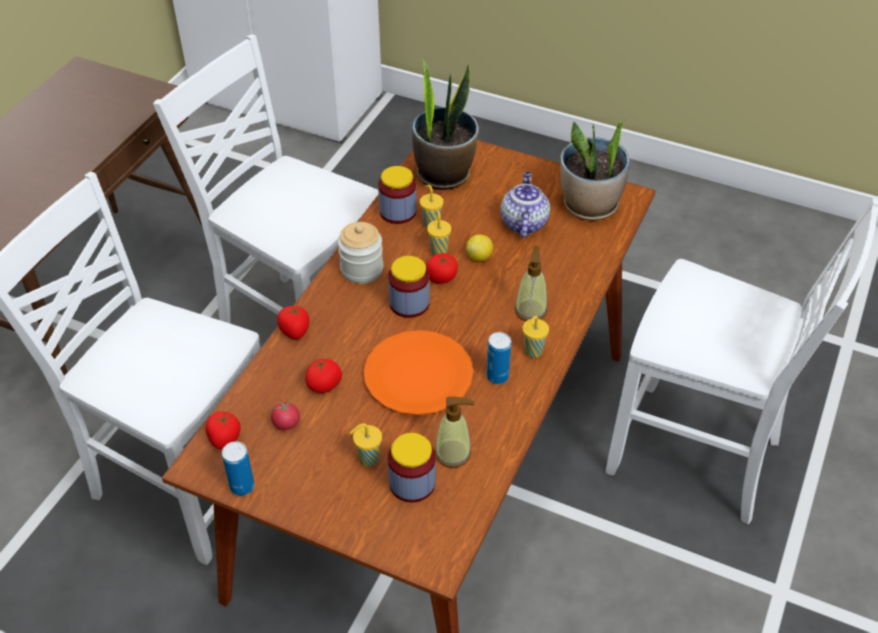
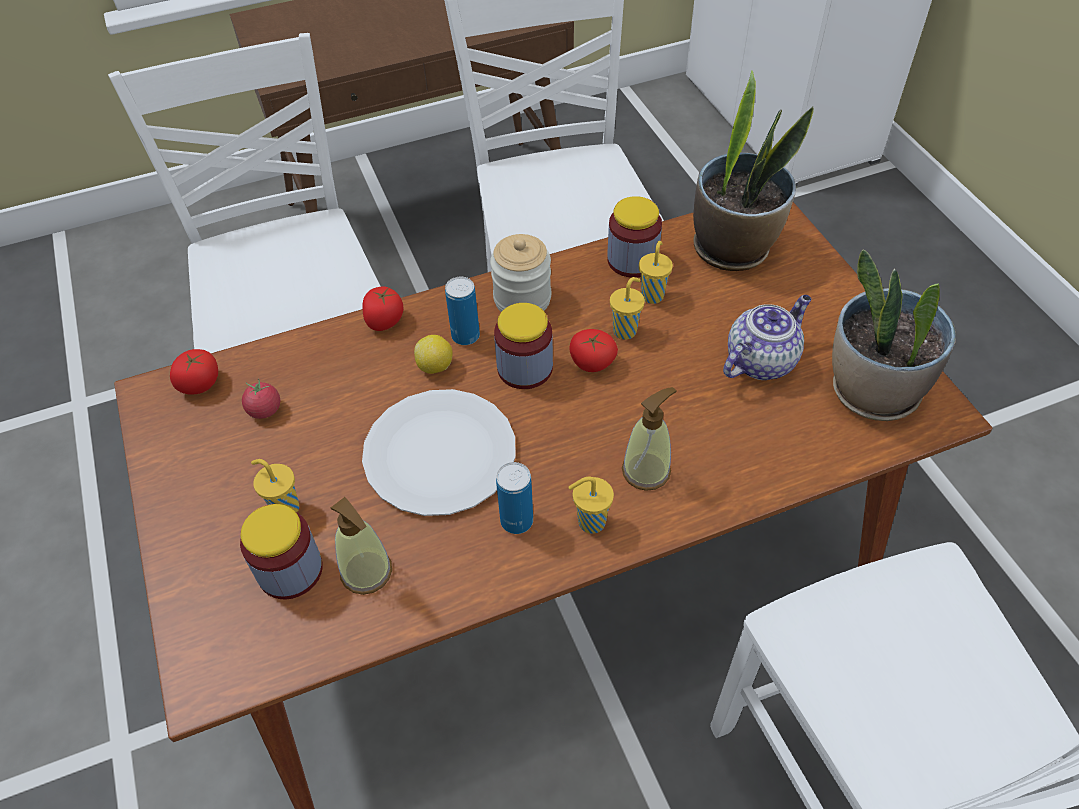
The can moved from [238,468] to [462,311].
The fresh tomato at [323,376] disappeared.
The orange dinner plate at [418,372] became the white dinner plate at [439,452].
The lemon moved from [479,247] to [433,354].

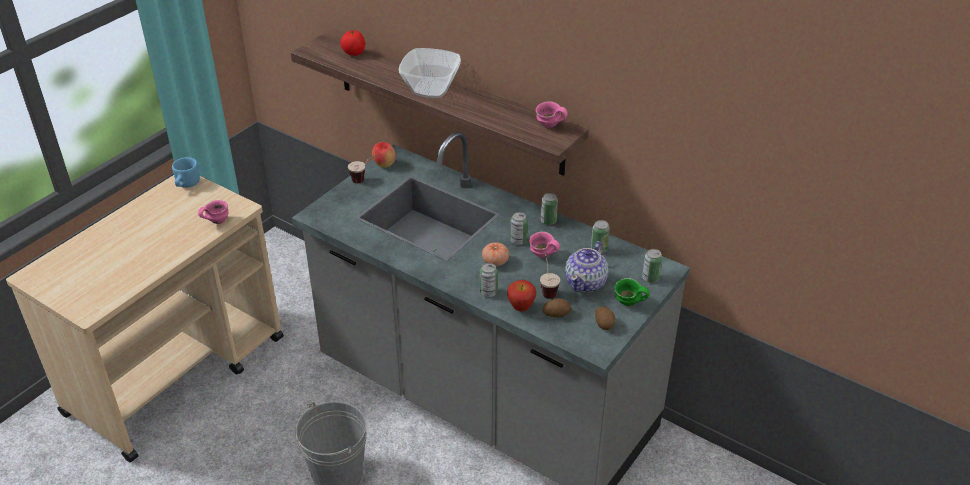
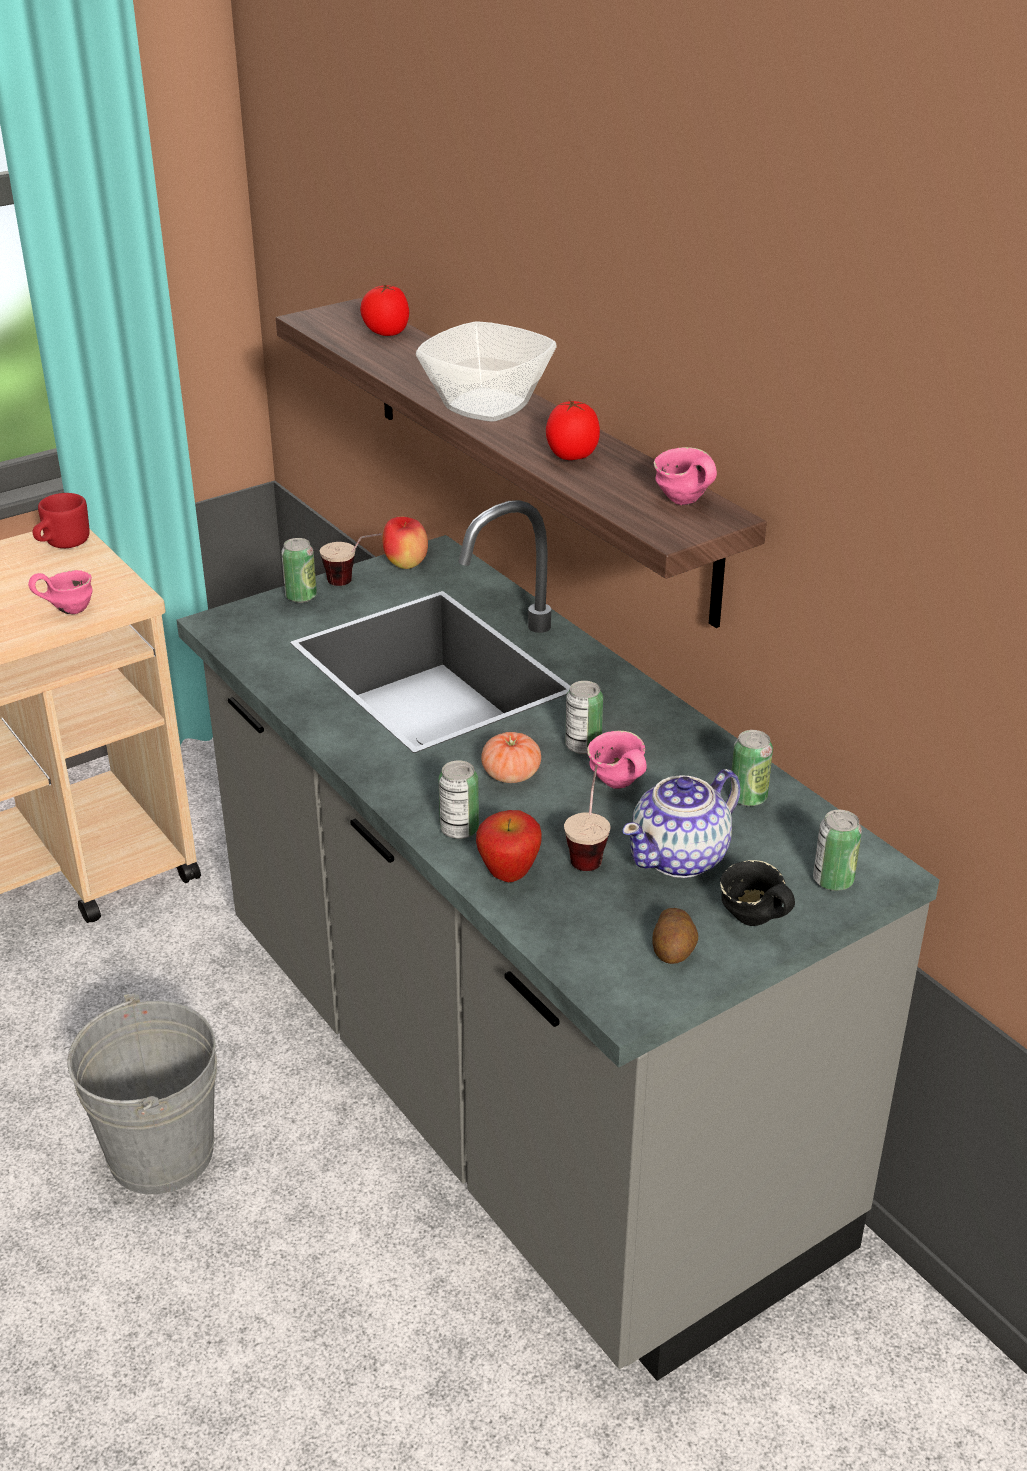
The blue-coloured coffee mug at [186,172] became the red-coloured coffee mug at [61,520].
The can moved from [549,209] to [299,570].
The whole potato at [557,308] disappeared.
The greenish coffee mug at [632,292] became the black coffee mug at [757,893].
The fresh tomato at [573,430] appeared.

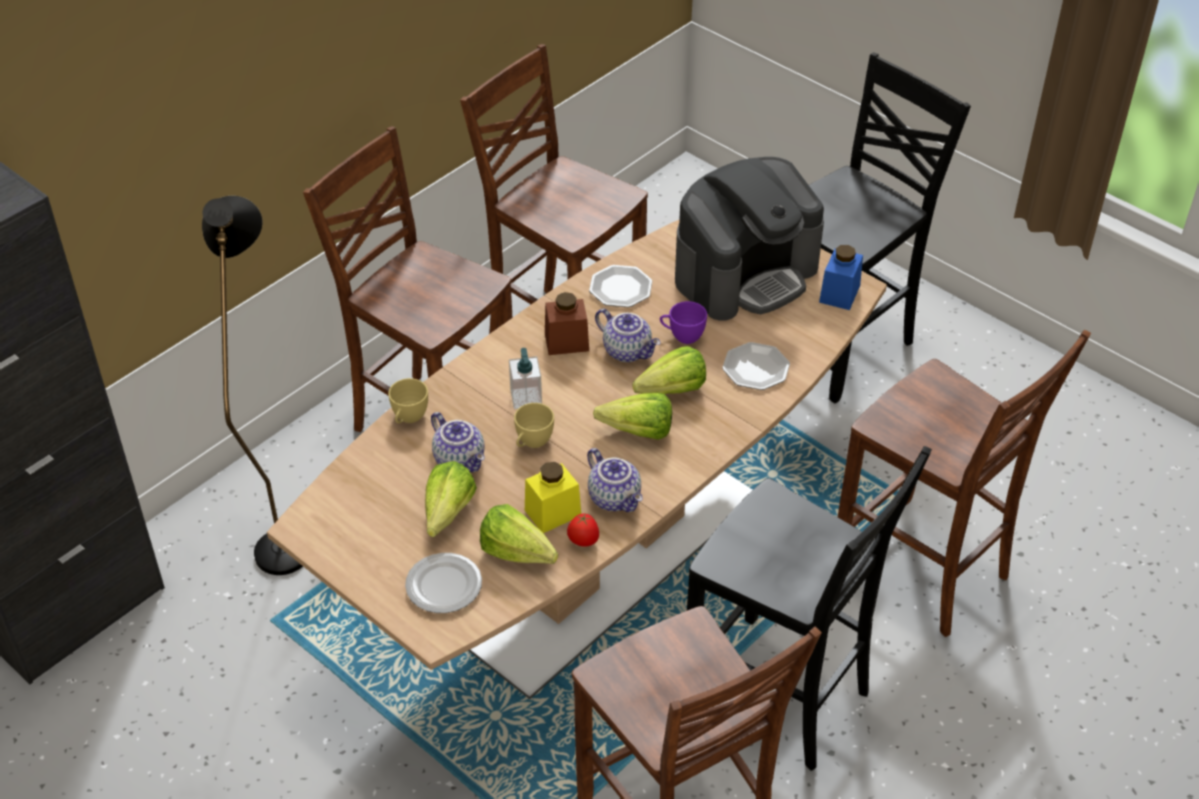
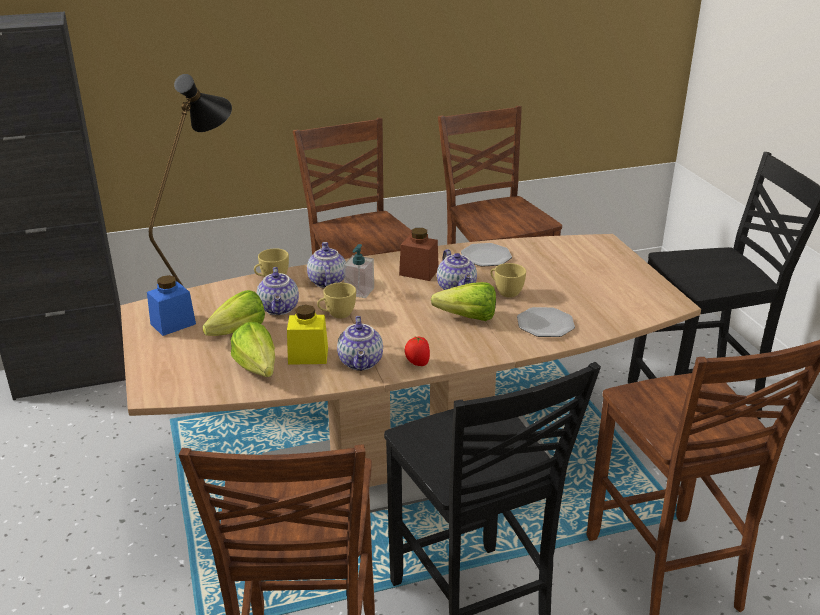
The dinner plate at [443,583] disappeared.
The fresh tomato moved from [583,530] to [417,351].
The head of lettuce at [632,416] disappeared.
The purple-coloured small cup at [683,322] became the yellowish small cup at [508,280].
The coffee brewer at [749,239] disappeared.
The blue-coloured jar moved from [841,277] to [171,305].
The teapot at [326,265] appeared.

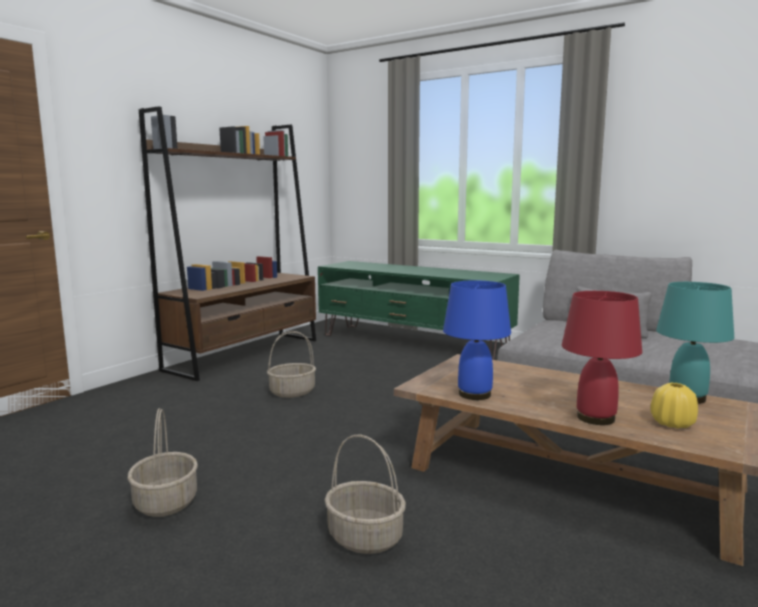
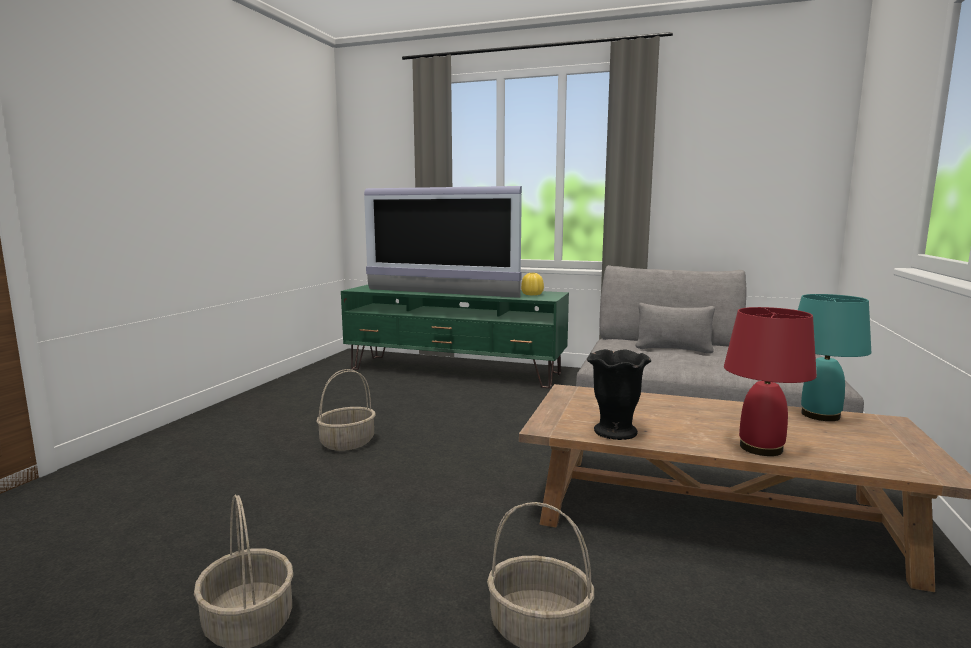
The brown-coloured bookcase at [227,243] disappeared.
The blue-coloured table lamp at [477,340] was replaced by the black vase at [619,394].
The yellowish vase moved from [674,406] to [532,284].
The TV at [443,242] appeared.

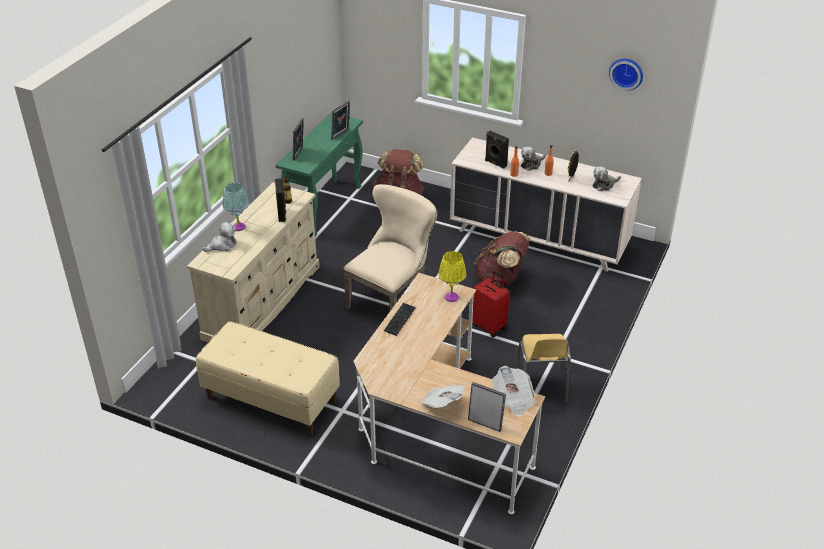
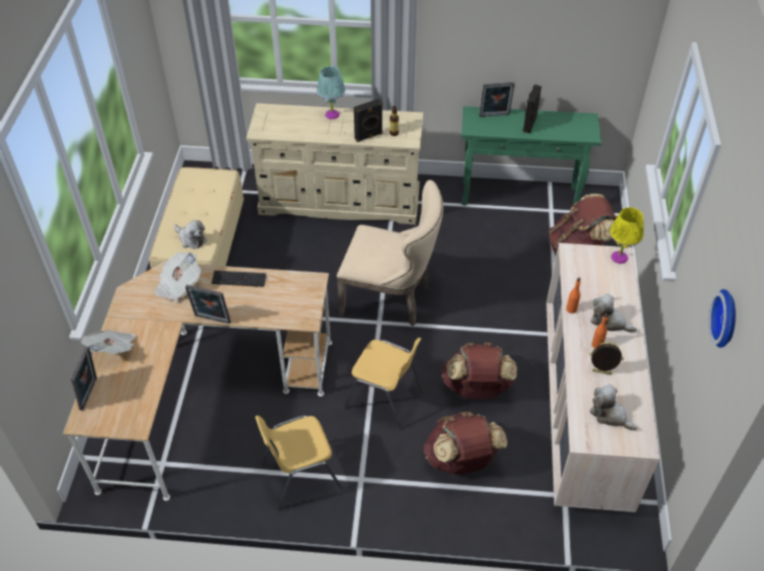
The plush toy moved from [219,237] to [190,234].
The picture frame moved from [340,120] to [208,304].
The yellowish table lamp moved from [452,276] to [627,235].
The red-coloured suitcase at [491,304] was replaced by the yellowish upright chair at [383,384].
The black speaker moved from [497,150] to [532,108].
The printed paper moved from [514,391] to [177,277].
The brown-coloured knapsack at [465,443] appeared.

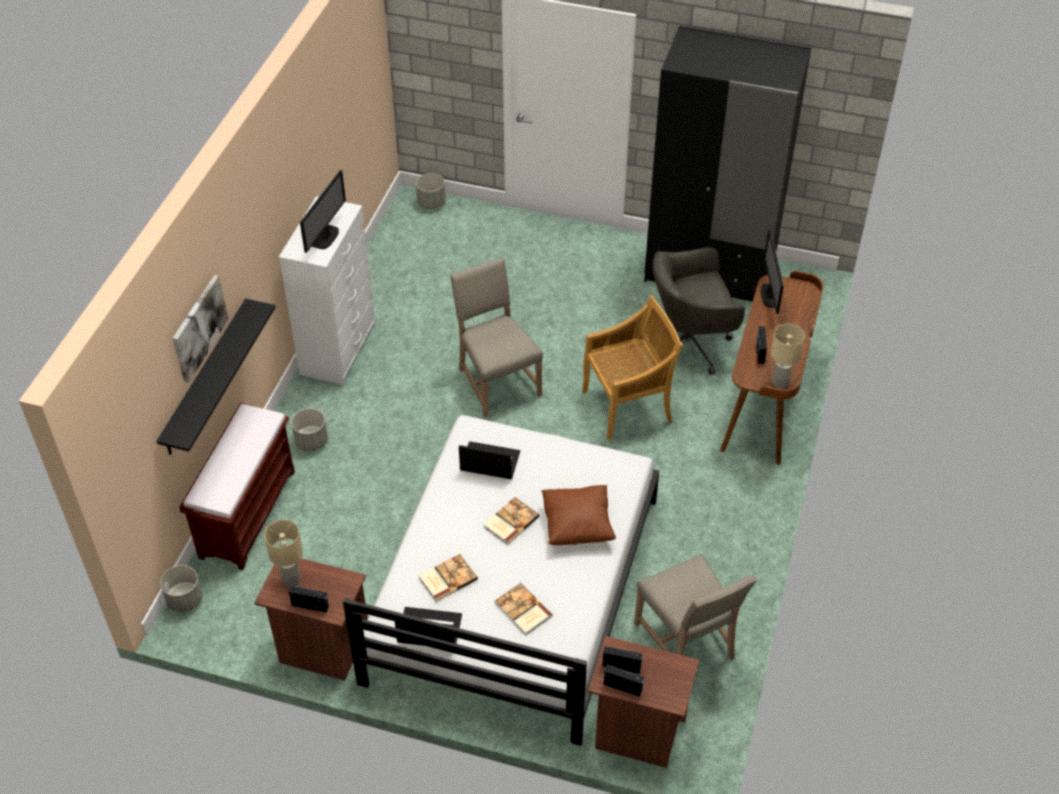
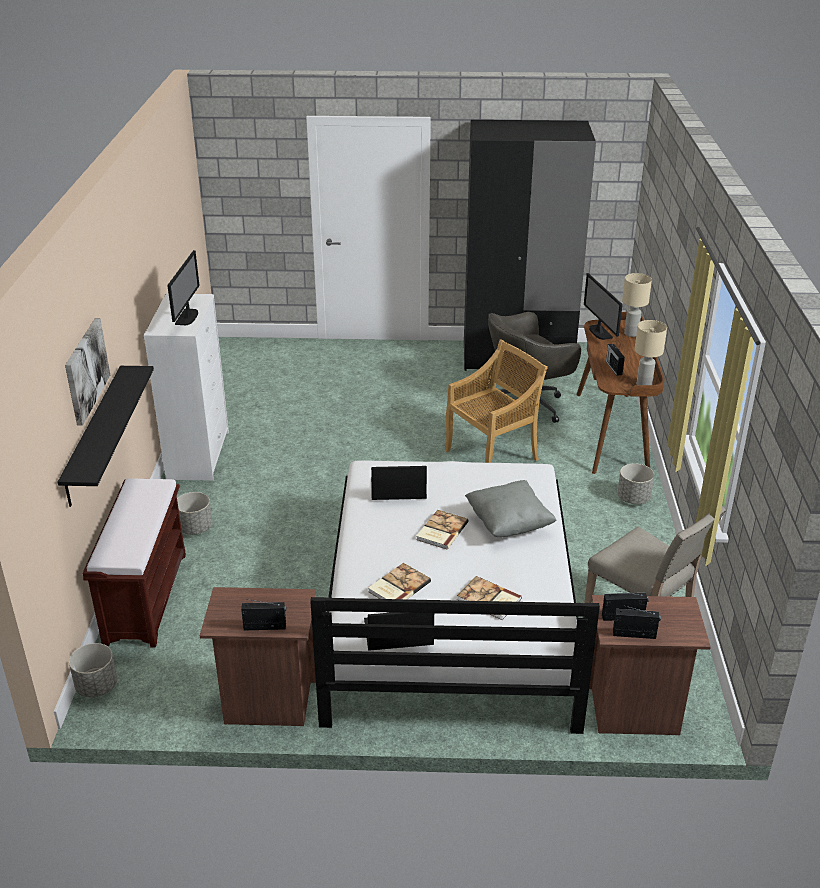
The beige-coloured table lamp moved from [283,553] to [637,305].
The grey flower pot moved from [431,191] to [635,483].
The beige-coloured upright chair at [496,337] disappeared.
The brown-coloured pillow at [578,515] became the grey pillow at [511,508].

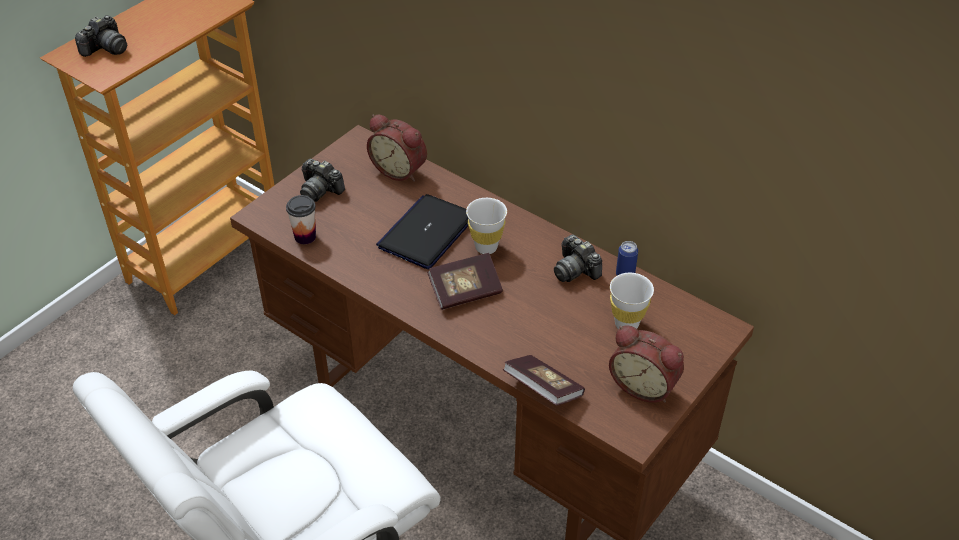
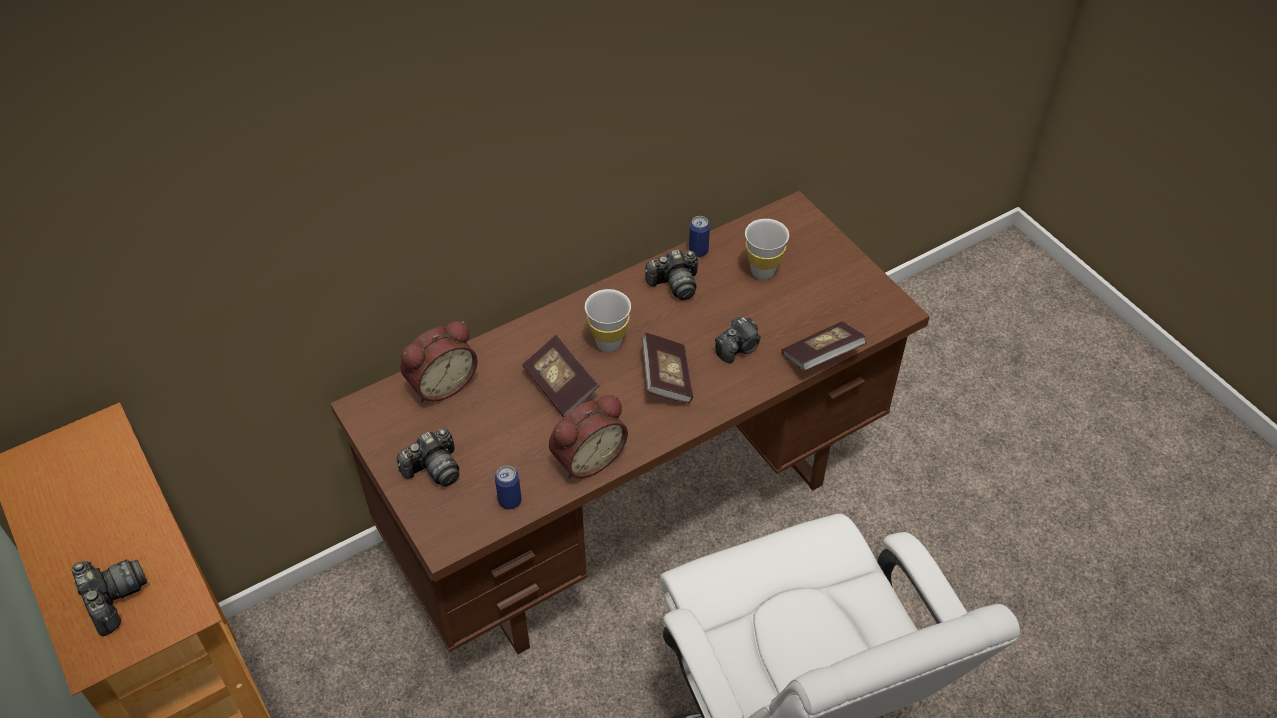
The small cup at [301,219] was replaced by the can at [508,487].
The laptop at [422,231] was replaced by the bound book at [560,376].
The bedside clock moved from [646,364] to [588,437].
The photo camera at [738,340] appeared.

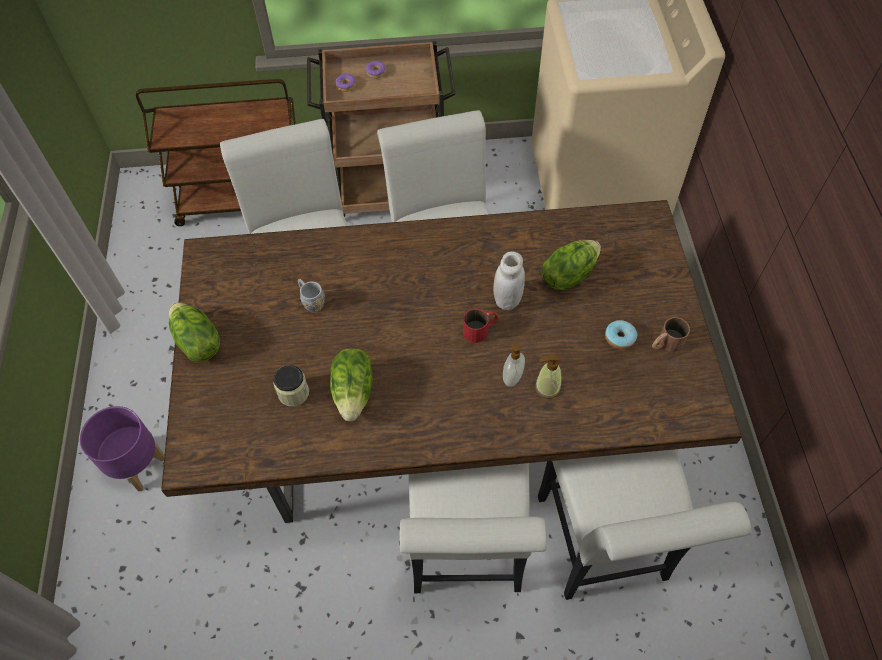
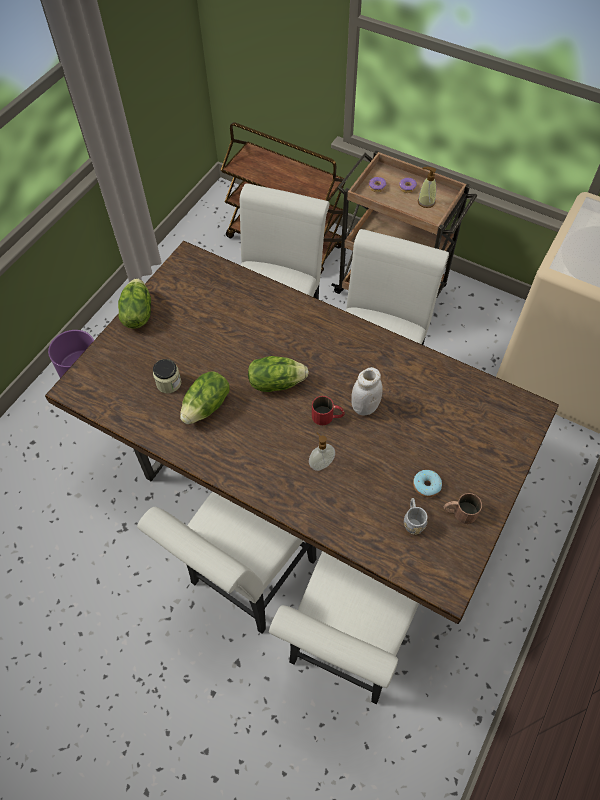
The grey coffee mug moved from [311,295] to [416,516].
The liquid soap bottle moved from [548,376] to [427,187].
The head of lettuce moved from [571,265] to [278,374].

